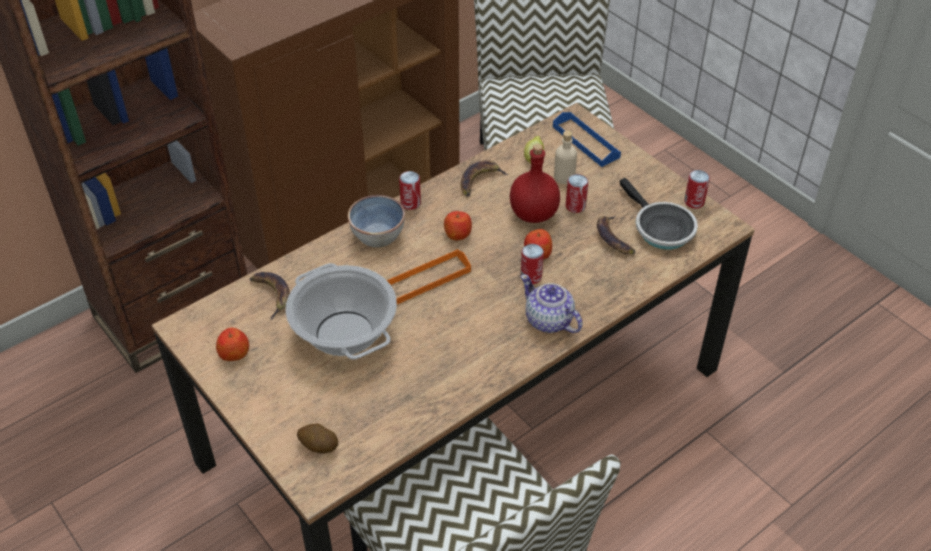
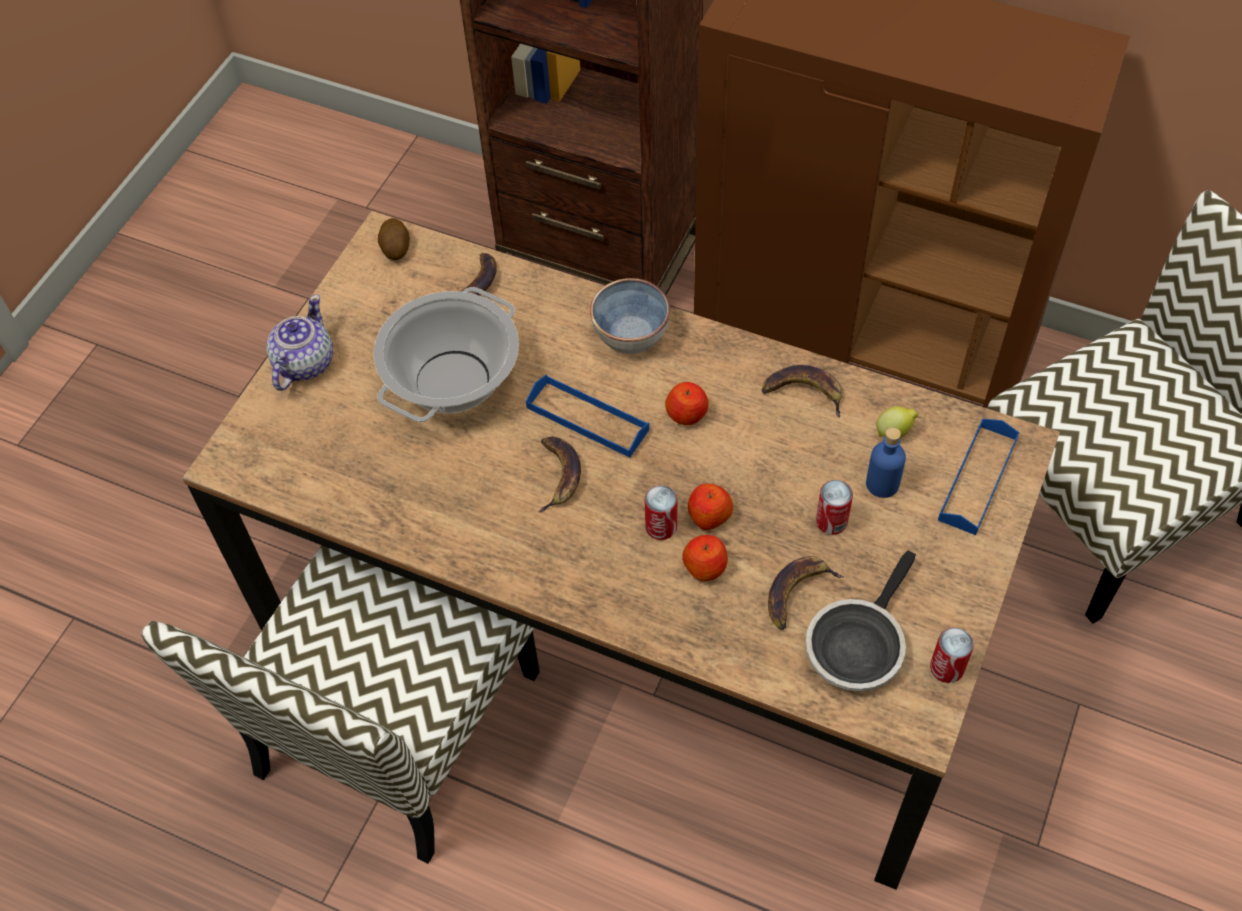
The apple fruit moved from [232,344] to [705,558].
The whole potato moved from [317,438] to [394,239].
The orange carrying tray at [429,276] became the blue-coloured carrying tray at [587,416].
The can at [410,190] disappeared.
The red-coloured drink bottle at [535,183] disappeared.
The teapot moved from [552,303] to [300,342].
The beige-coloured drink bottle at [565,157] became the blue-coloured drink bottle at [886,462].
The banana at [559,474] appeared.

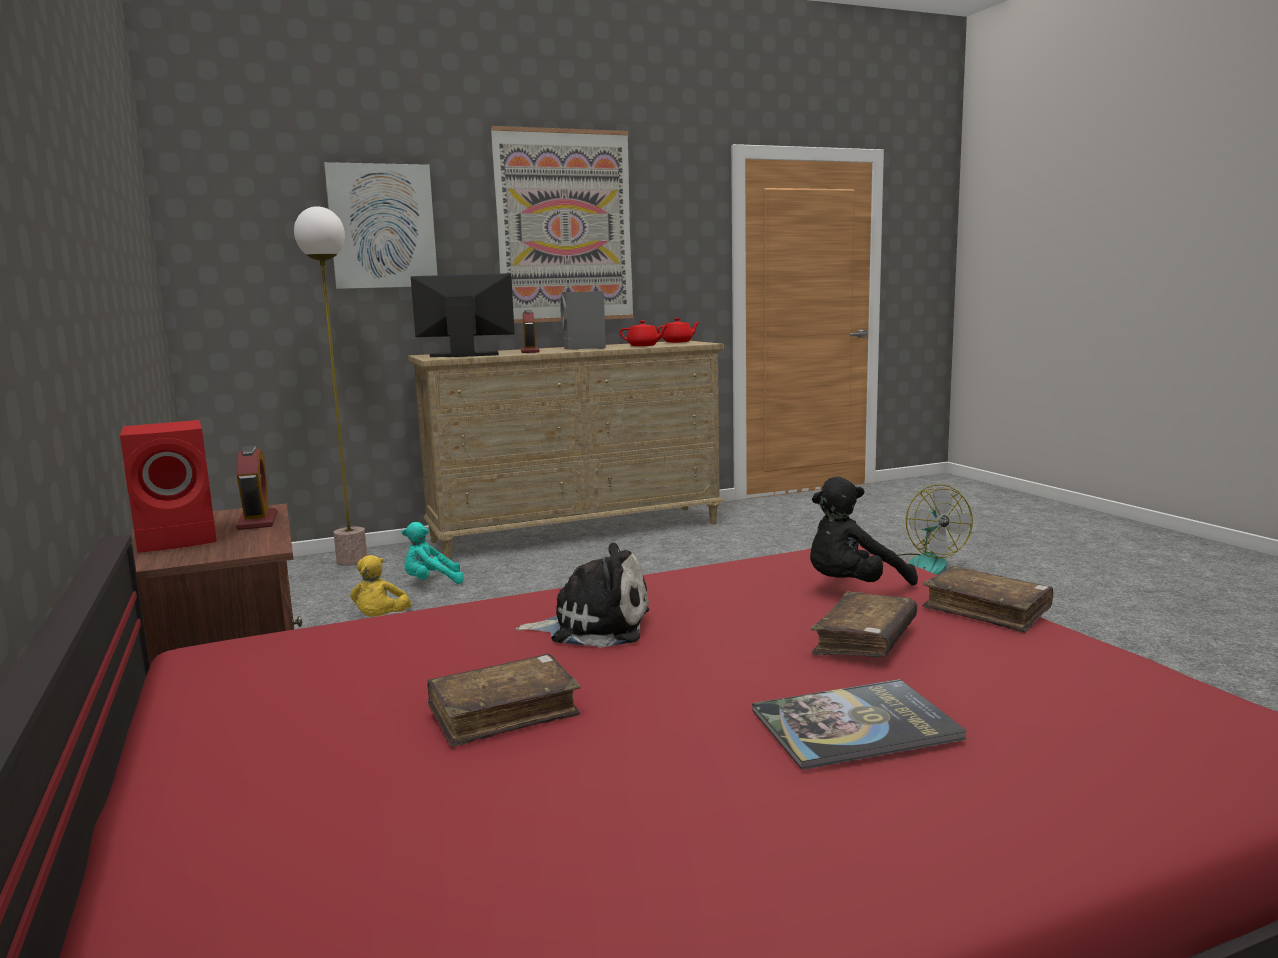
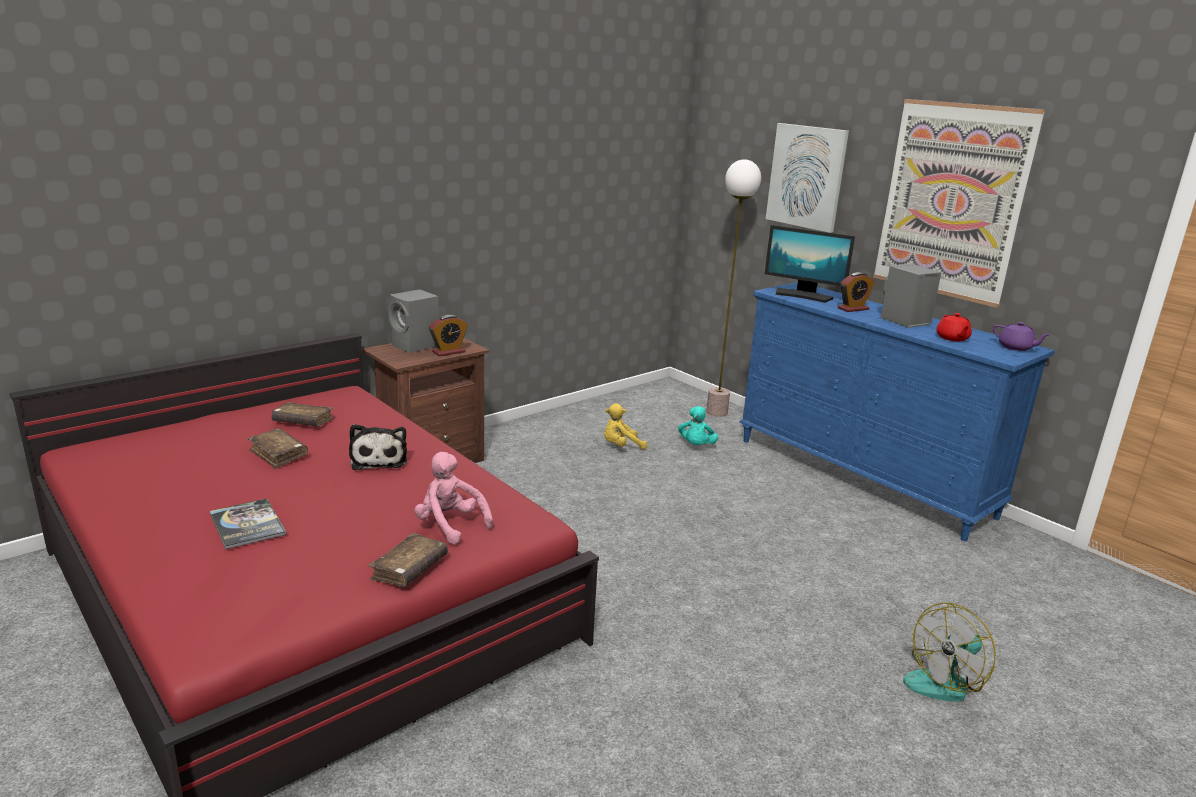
The red-coloured speaker at [168,486] became the grey speaker at [413,321].
The turquoise-coloured plush toy at [433,553] turned 135 degrees counterclockwise.
The beige-coloured dresser at [566,450] became the blue-coloured dresser at [897,411].
The computer display at [463,315] turned 135 degrees clockwise.
The red-coloured teapot at [678,330] became the purple-coloured teapot at [1021,336].
The black plush toy at [864,531] became the pink plush toy at [453,498].
The brown-coloured bound book moved from [863,624] to [302,414].

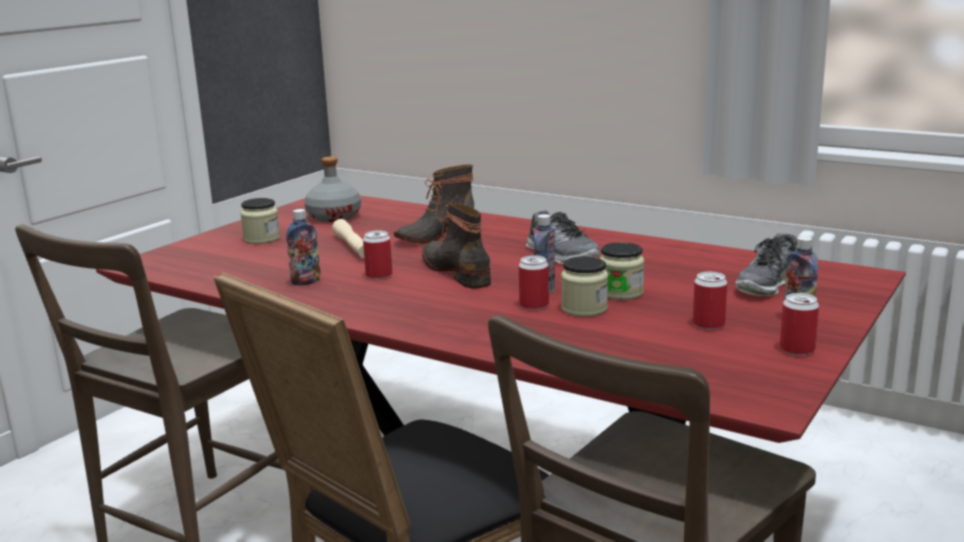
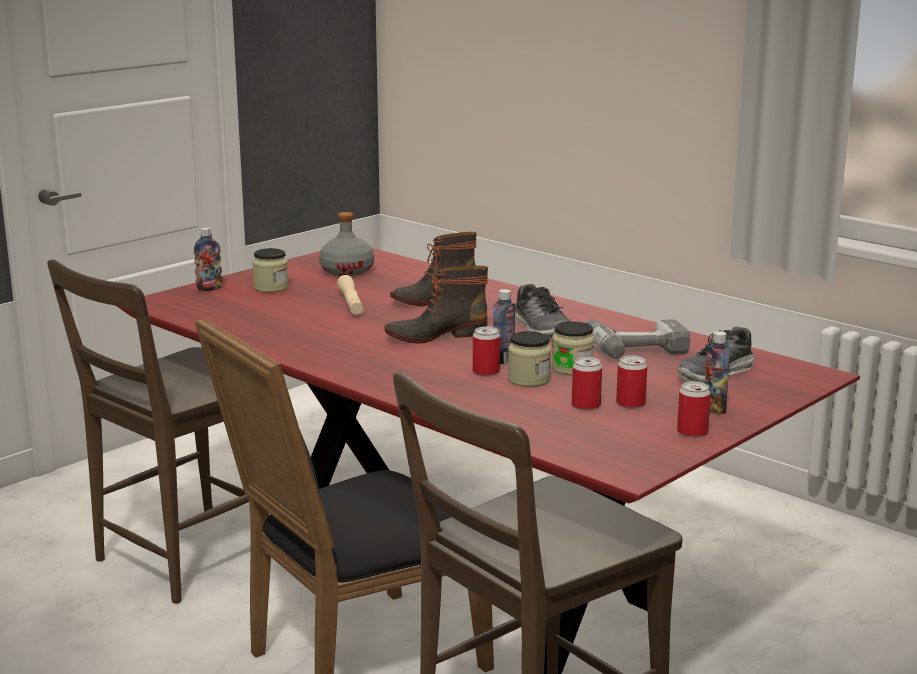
The drink bottle moved from [303,247] to [208,259].
The can moved from [377,254] to [587,383].
The boot at [456,245] turned 90 degrees counterclockwise.
The electric drill at [638,338] appeared.

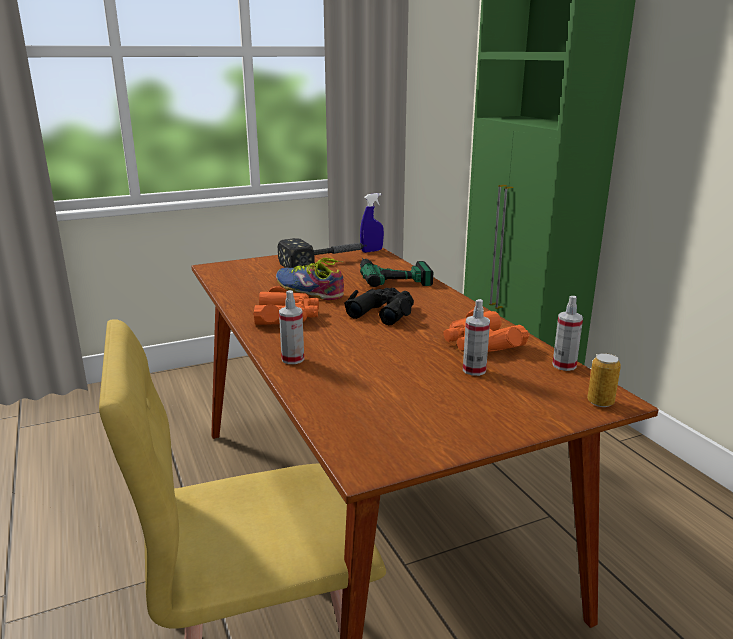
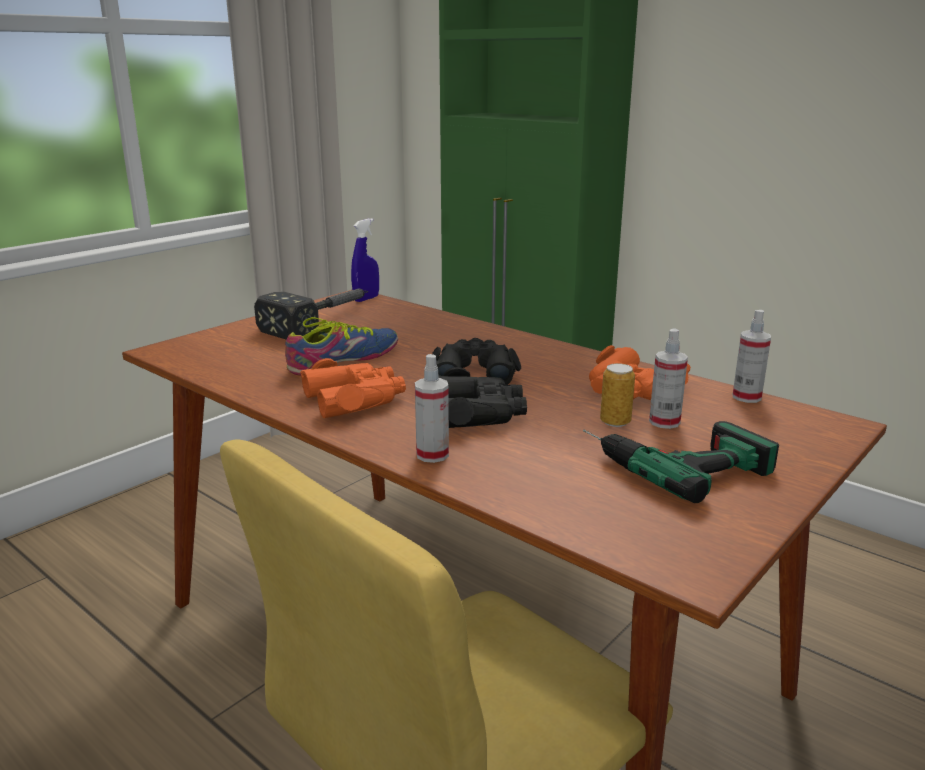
The low shoe at [310,279] turned 120 degrees clockwise.
The electric drill moved from [396,272] to [681,462].
The can moved from [604,380] to [617,395].
The black field glasses at [482,397] appeared.

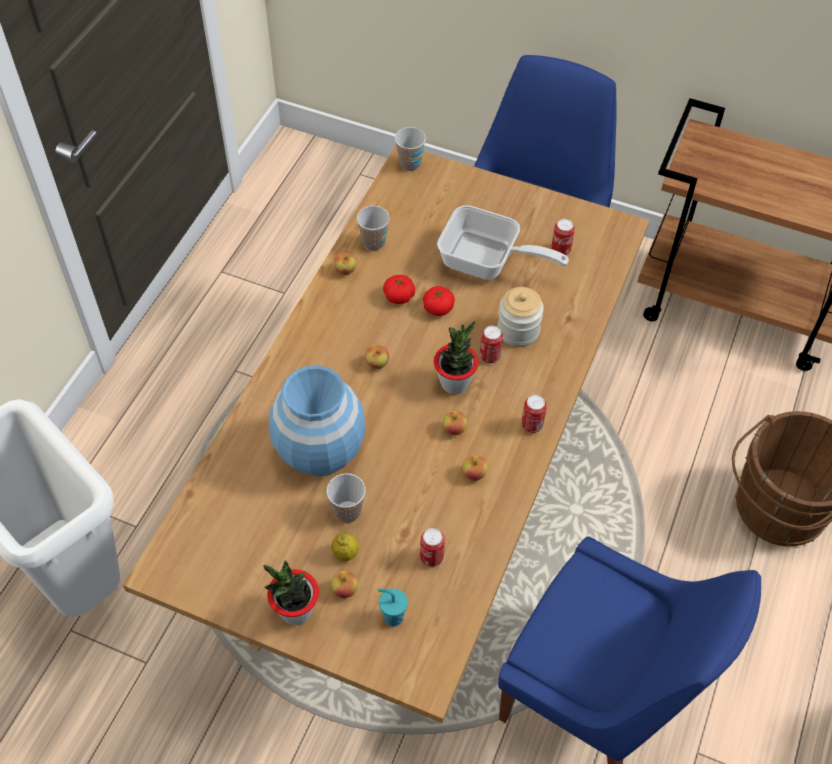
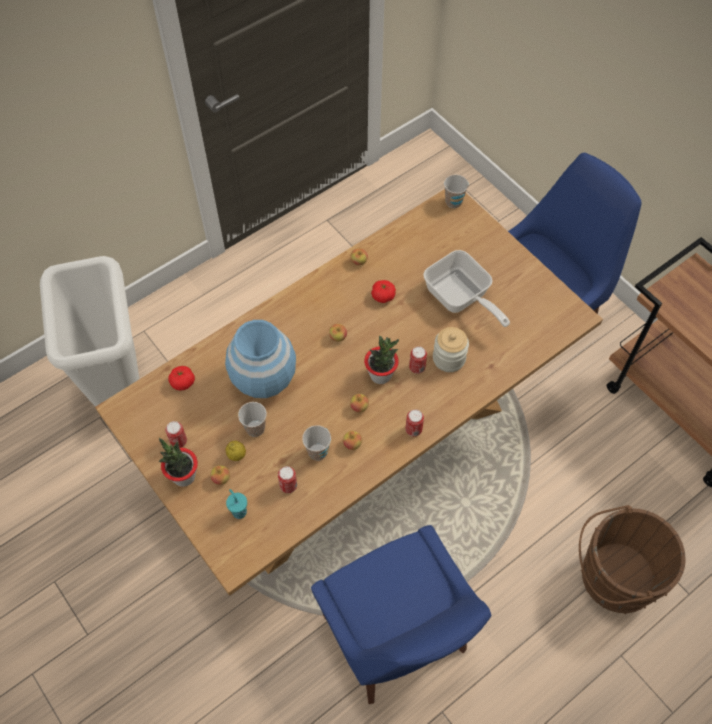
The small cup moved from [373,228] to [316,443].
The fresh tomato moved from [439,301] to [181,378].
The can moved from [563,237] to [176,434].

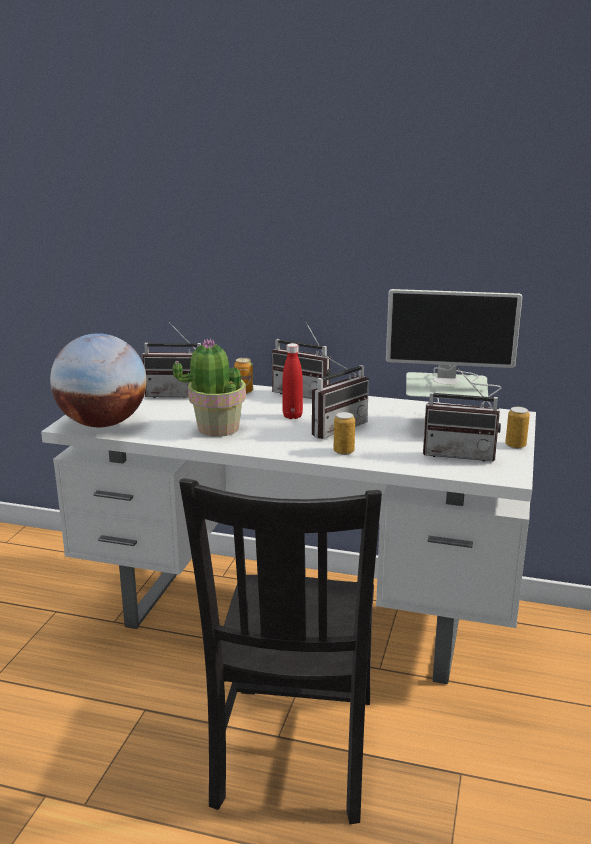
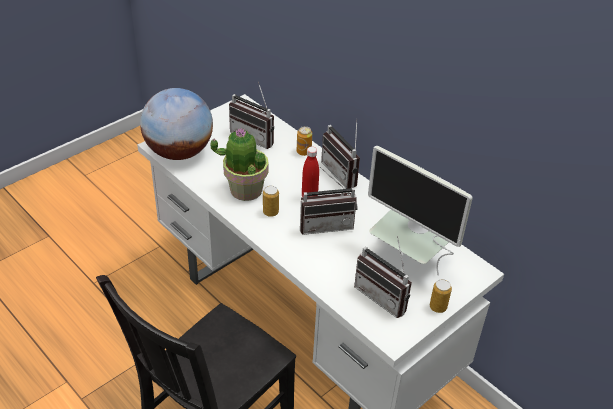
The can moved from [344,433] to [271,201].

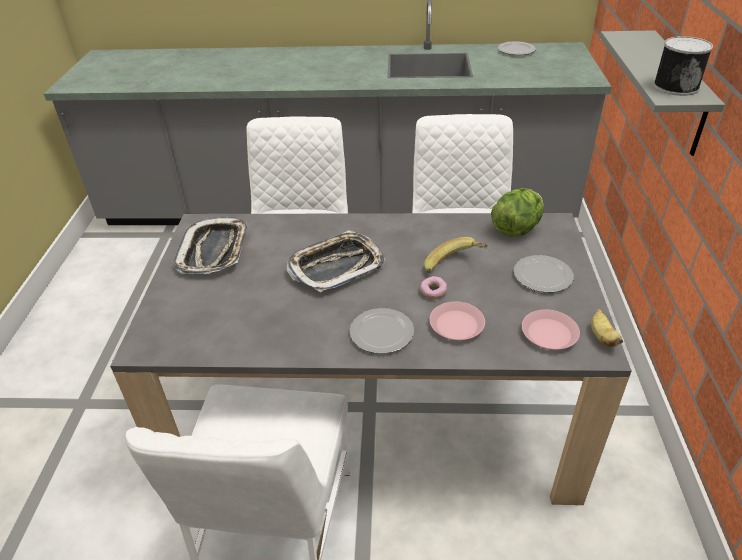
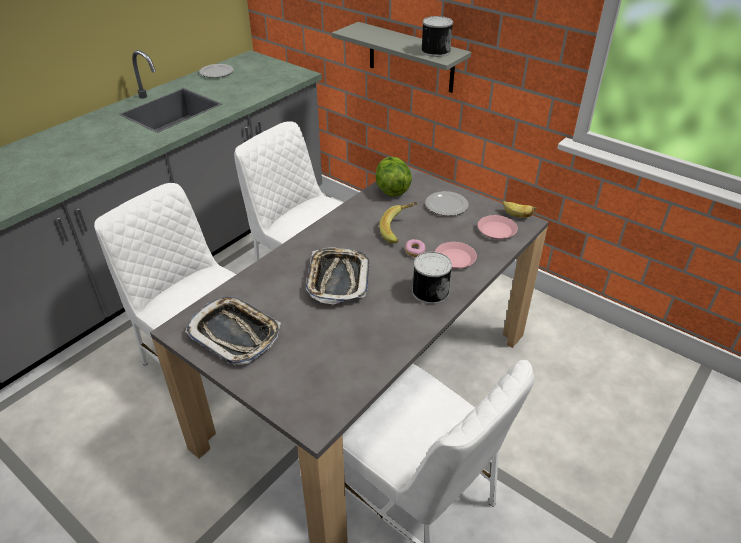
The dinner plate at [382,331] was replaced by the can at [432,278].

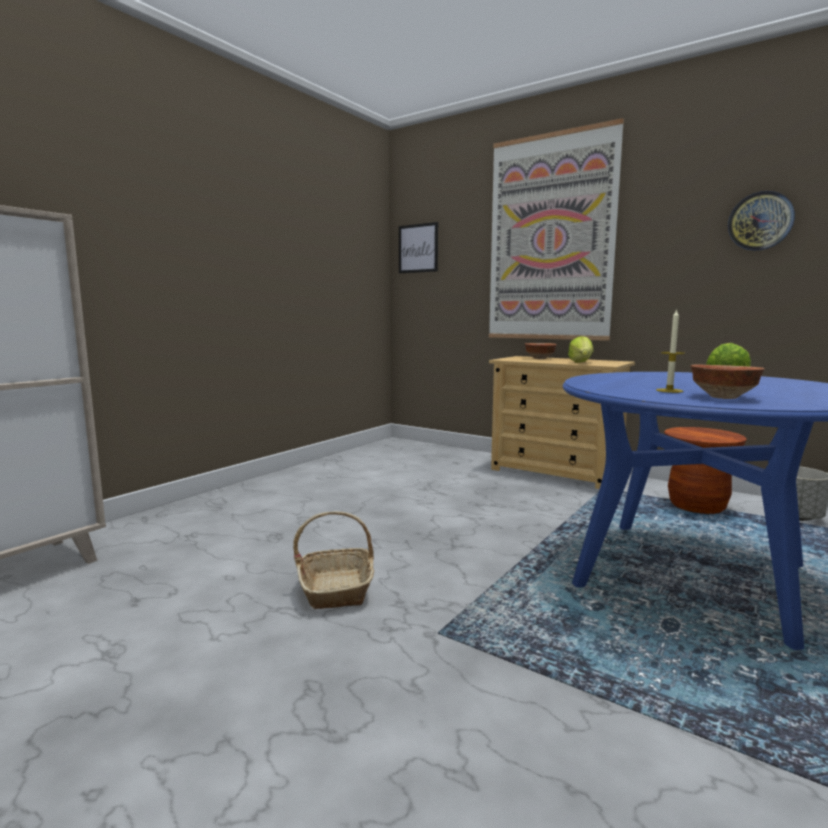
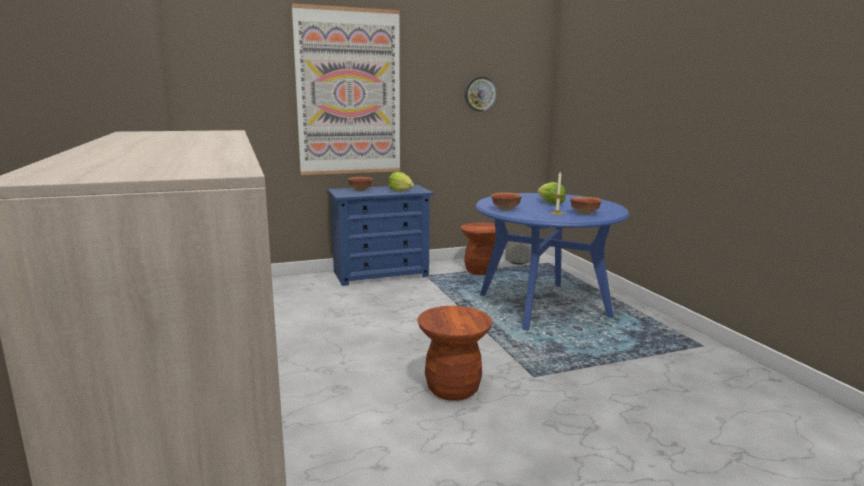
The household basket at [333,560] was replaced by the brown-coloured stool seat at [454,353].
The wall picture at [418,247] disappeared.
The beige-coloured dresser at [562,422] became the blue-coloured dresser at [380,235].
The bowl at [506,201] appeared.

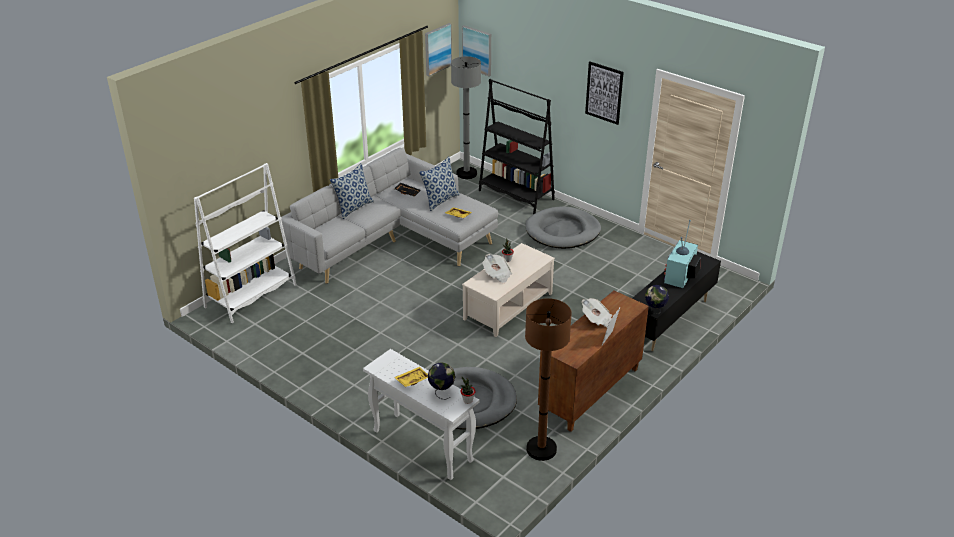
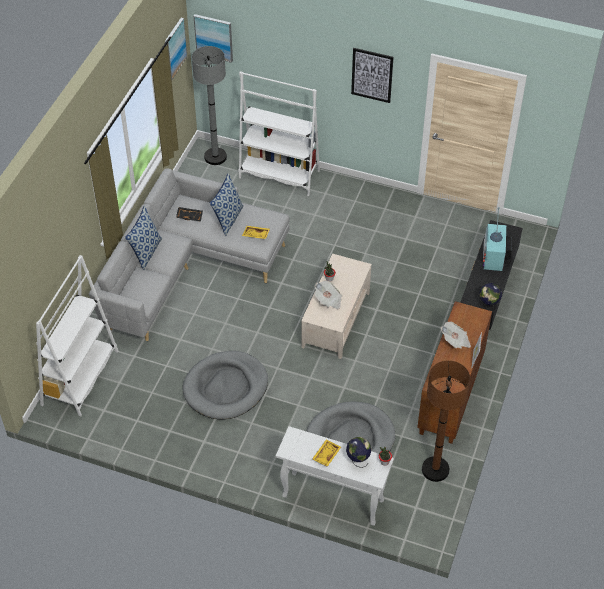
The black bookcase at [517,146] became the white bookcase at [279,133].
The grey dog bed moved from [563,227] to [225,385].

